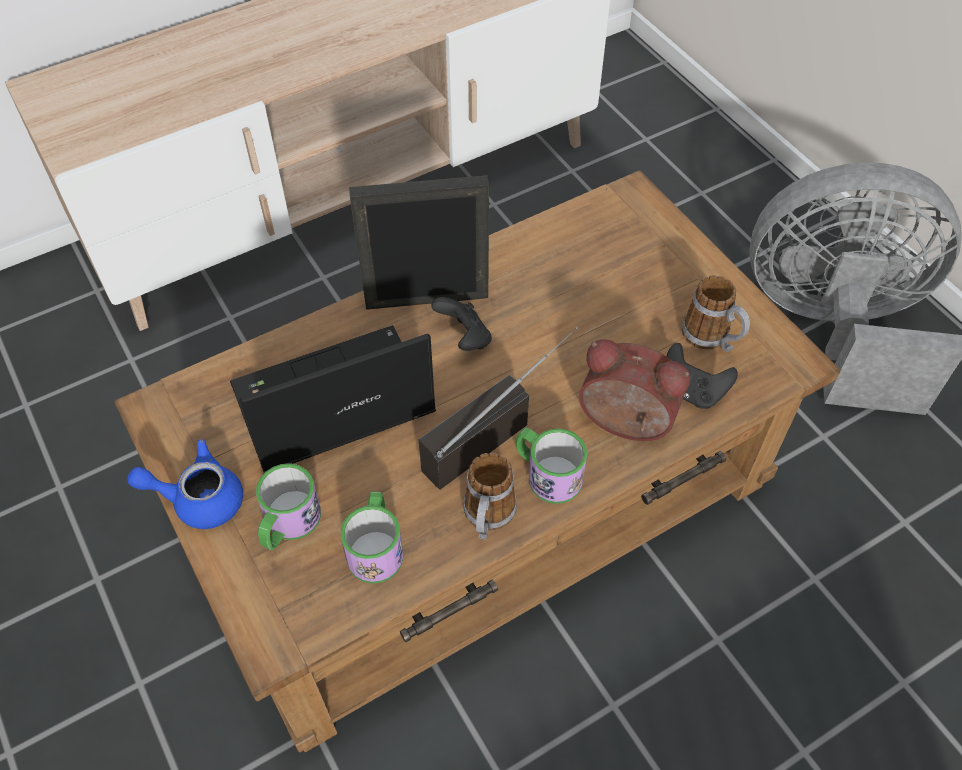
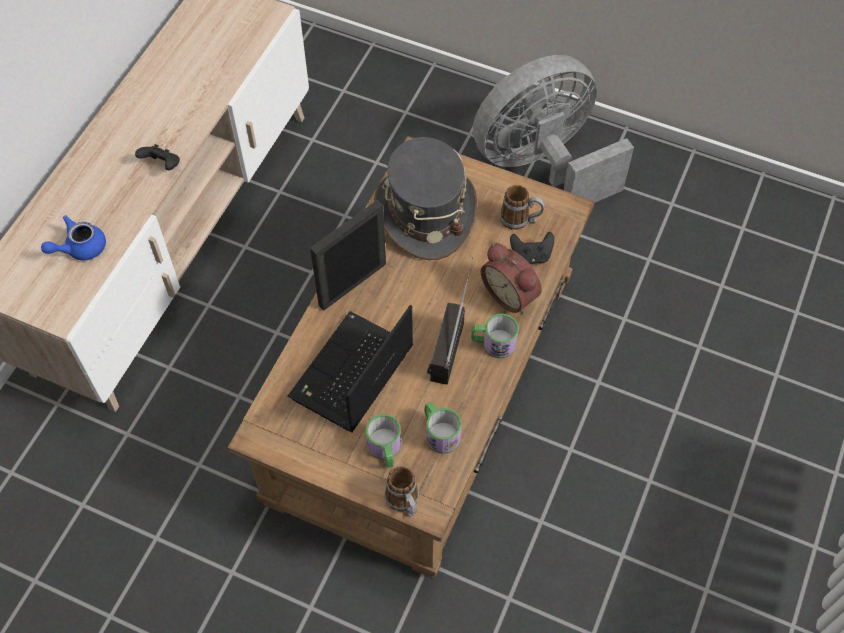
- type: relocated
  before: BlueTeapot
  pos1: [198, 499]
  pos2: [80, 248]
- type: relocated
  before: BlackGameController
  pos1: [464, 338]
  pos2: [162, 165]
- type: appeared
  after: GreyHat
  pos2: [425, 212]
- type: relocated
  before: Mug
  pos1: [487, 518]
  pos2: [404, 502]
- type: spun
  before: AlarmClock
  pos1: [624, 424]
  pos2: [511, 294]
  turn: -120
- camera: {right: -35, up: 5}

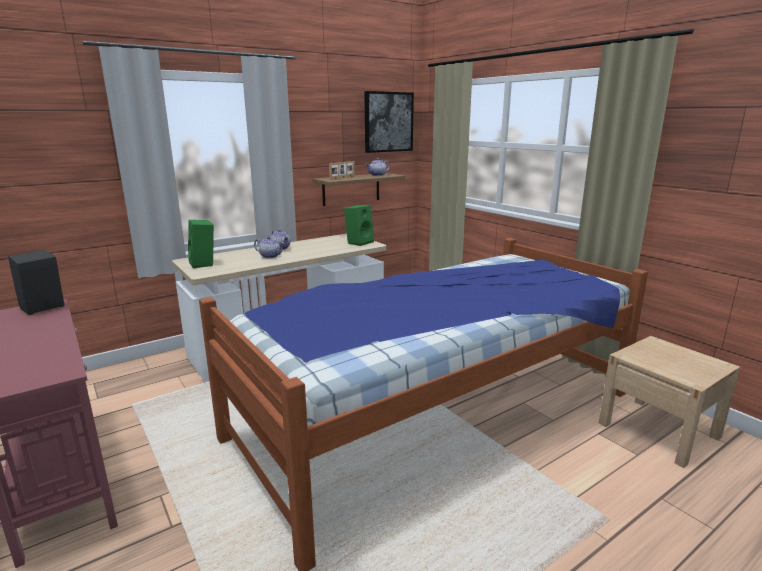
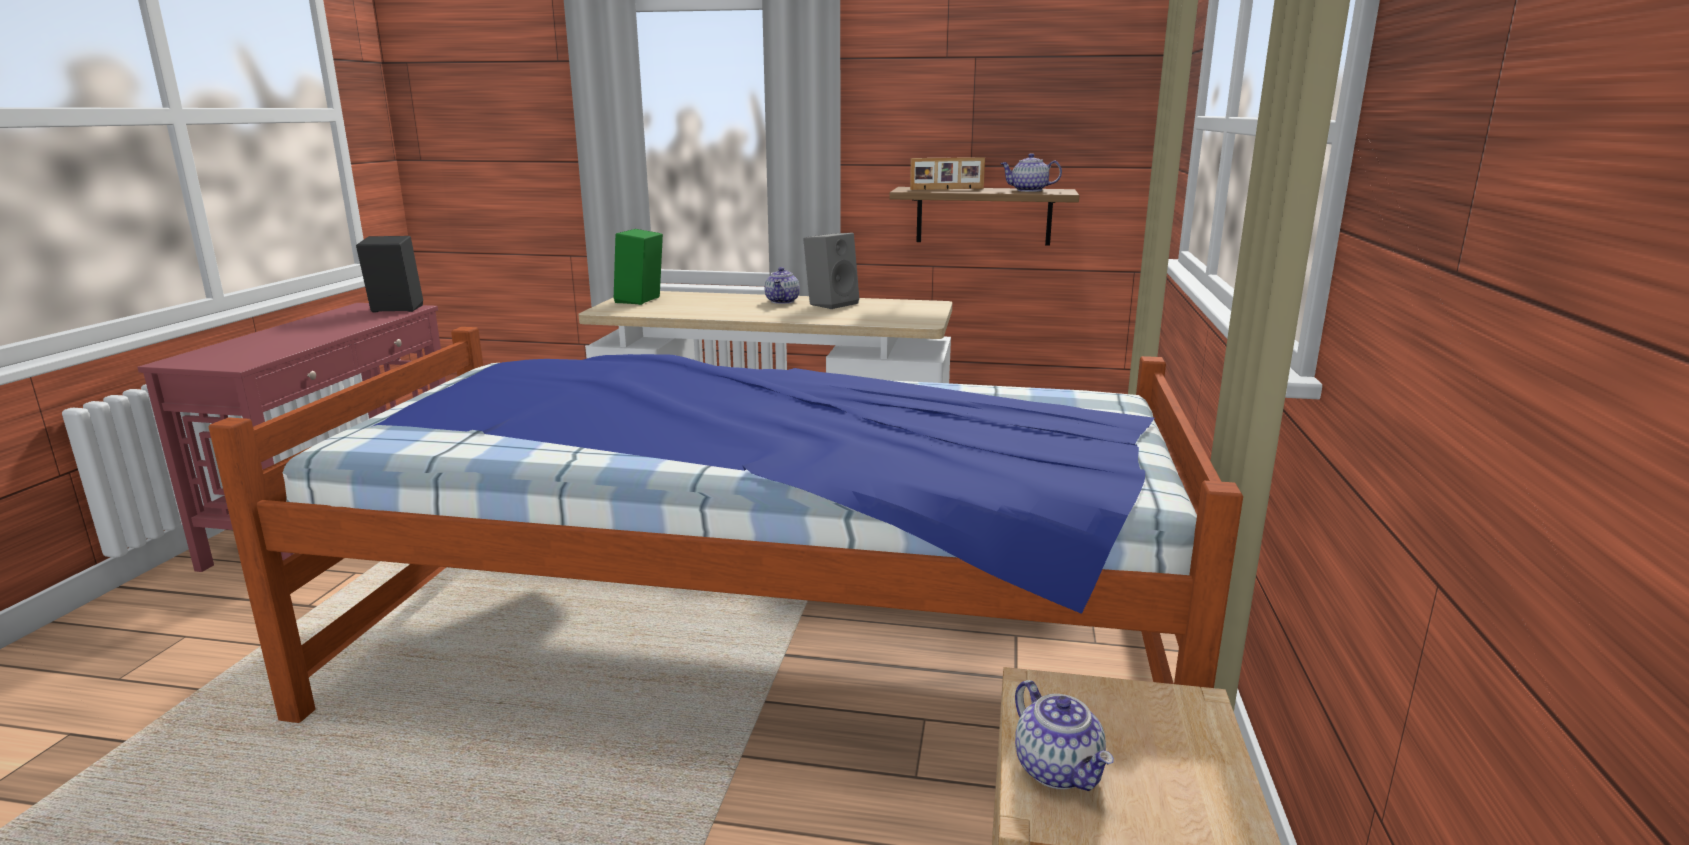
- type: appeared
  after: GreySpeaker
  pos2: [831, 303]
- type: relocated
  before: Teapot
  pos1: [270, 256]
  pos2: [1059, 770]
- type: missing
  before: GreenSpeaker
  pos1: [359, 242]
- type: missing
  before: Picture
  pos1: [388, 122]
- camera: {right: 45, up: 0}

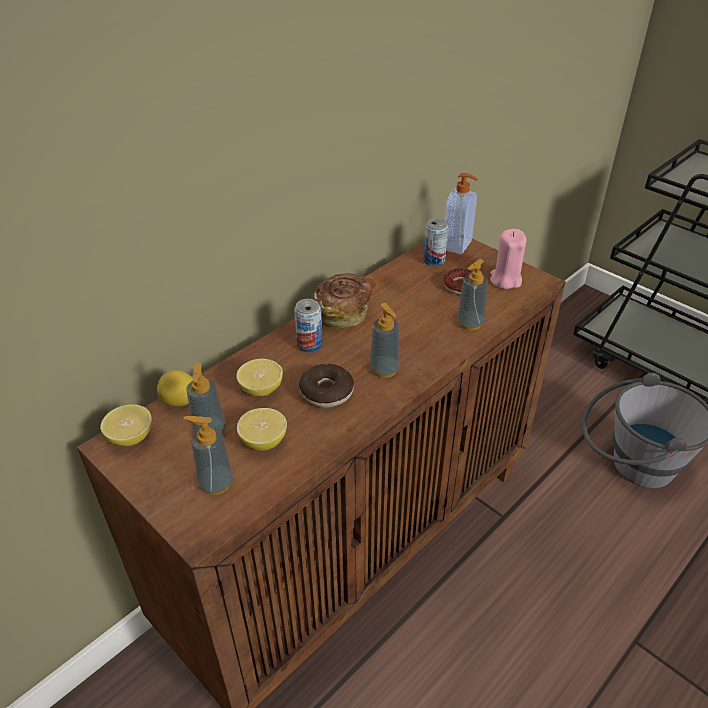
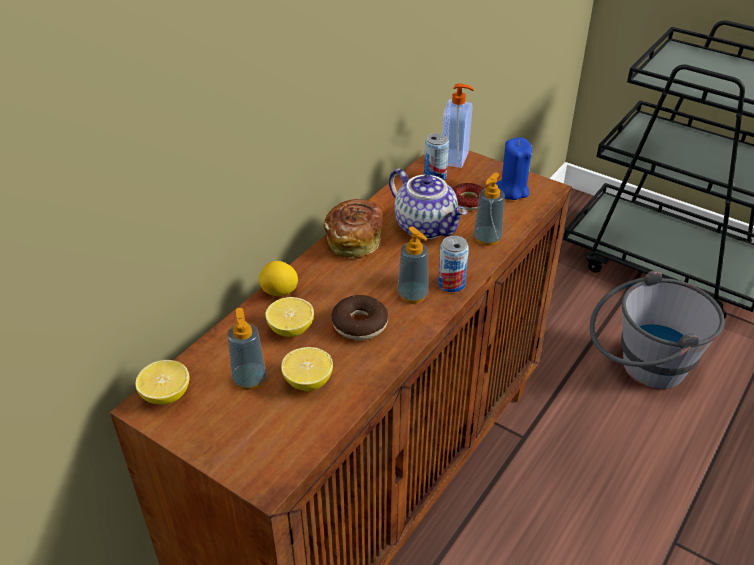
- type: relocated
  before: Lemon
  pos1: [180, 402]
  pos2: [280, 292]
- type: appeared
  after: Teapot
  pos2: [426, 227]
- type: relocated
  before: Can
  pos1: [309, 344]
  pos2: [451, 284]
- type: colour
  before: PinkCandle
  after: BlueCandle
  pos1: [505, 280]
  pos2: [512, 190]
- type: missing
  before: SoapDispenser
  pos1: [216, 483]
- camera: {right: -10, up: 0}

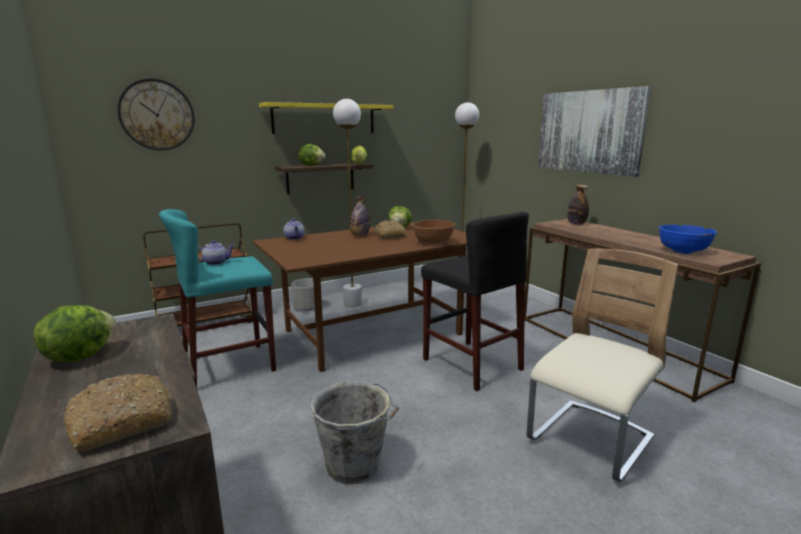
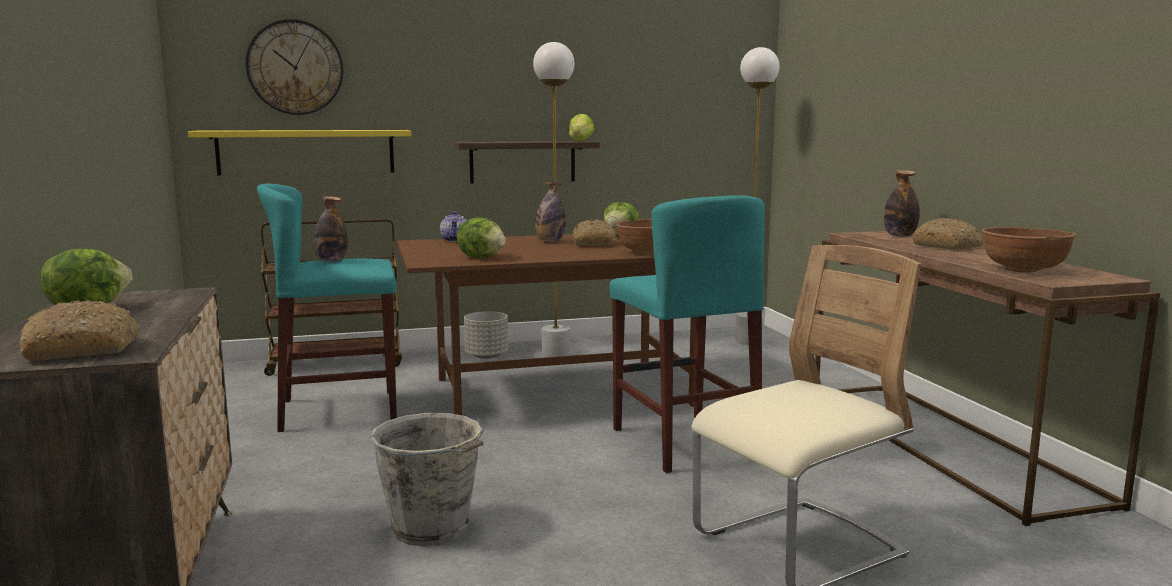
- type: relocated
  before: YellowShelf
  pos1: [324, 119]
  pos2: [306, 152]
- type: exchanged
  before: Teapot
  after: Bottle
  pos1: [216, 262]
  pos2: [331, 261]
- type: relocated
  before: Lettuce
  pos1: [312, 165]
  pos2: [482, 257]
- type: colour
  before: BlackStool
  after: TurquoiseStool
  pos1: [471, 364]
  pos2: [684, 442]
- type: appeared
  after: Bread
  pos2: [947, 246]
- type: colour
  before: BlueBowl
  after: BrownBowl
  pos1: [683, 251]
  pos2: [1023, 269]
- type: missing
  before: Picture
  pos1: [589, 131]
- camera: {right: 15, up: -5}

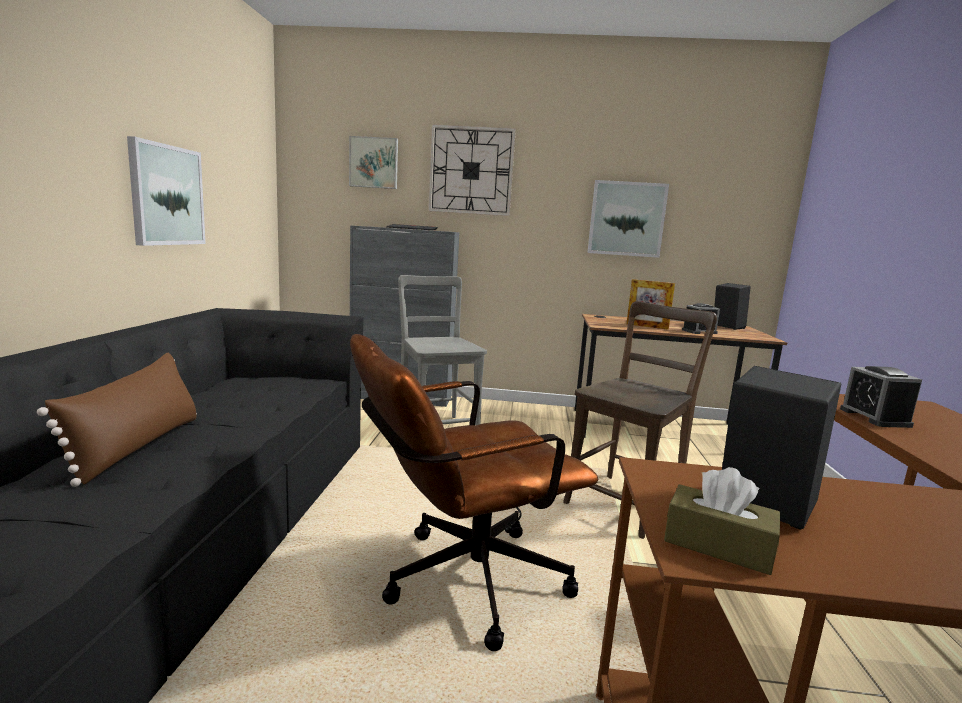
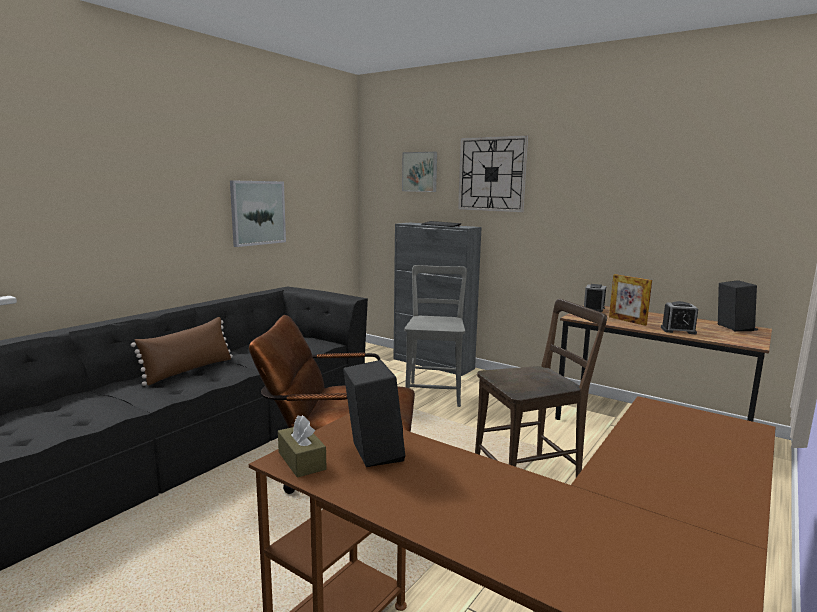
- type: relocated
  before: AlarmClock
  pos1: [874, 417]
  pos2: [593, 308]
- type: missing
  before: Picture
  pos1: [626, 219]
- camera: {right: 30, up: 0}

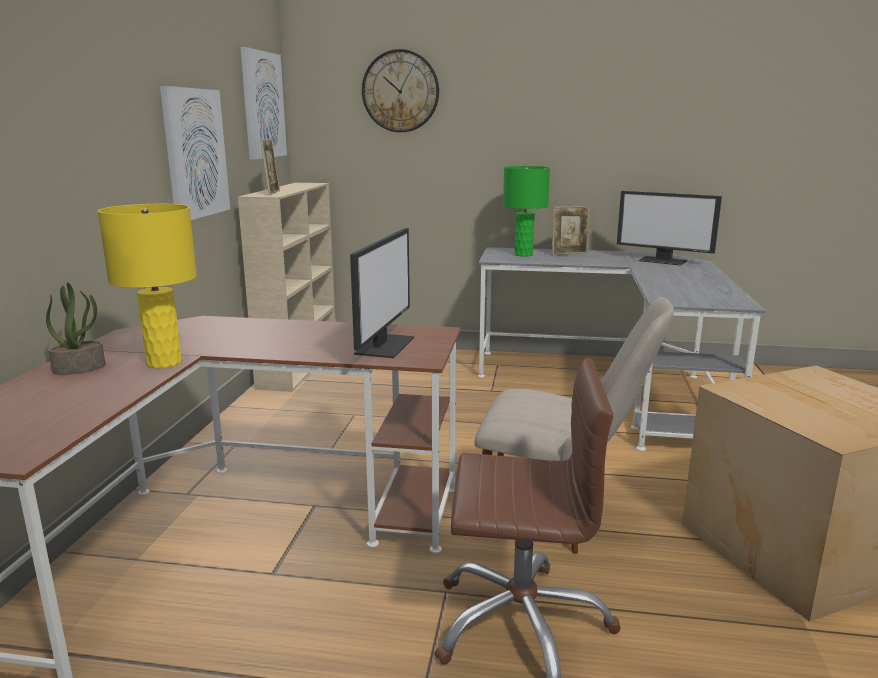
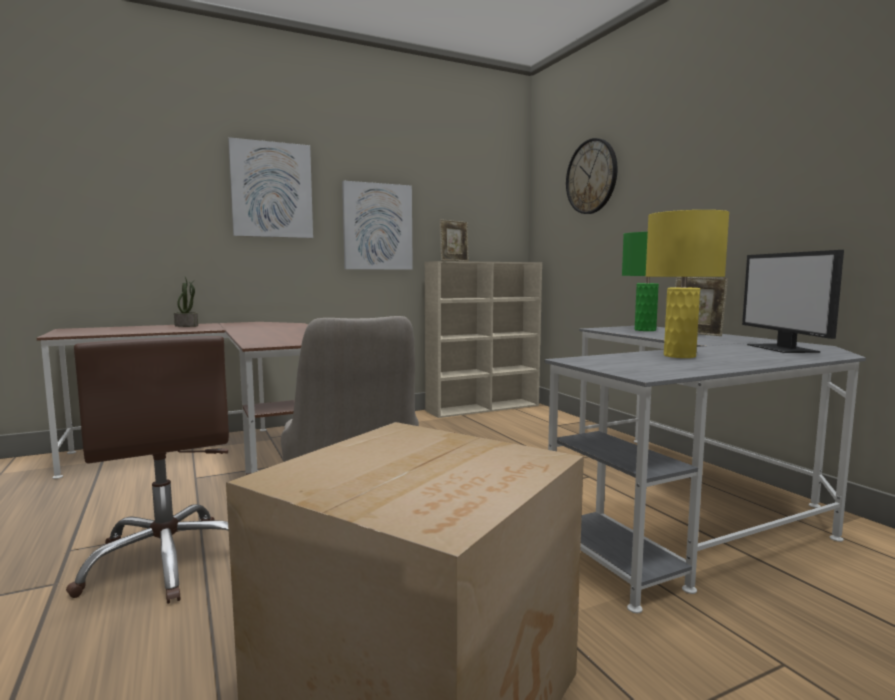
- type: relocated
  before: Picture
  pos1: [262, 105]
  pos2: [271, 190]
- type: relocated
  before: YellowTableLamp
  pos1: [163, 363]
  pos2: [679, 356]
- type: missing
  before: Monitor
  pos1: [384, 345]
- camera: {right: 55, up: -10}

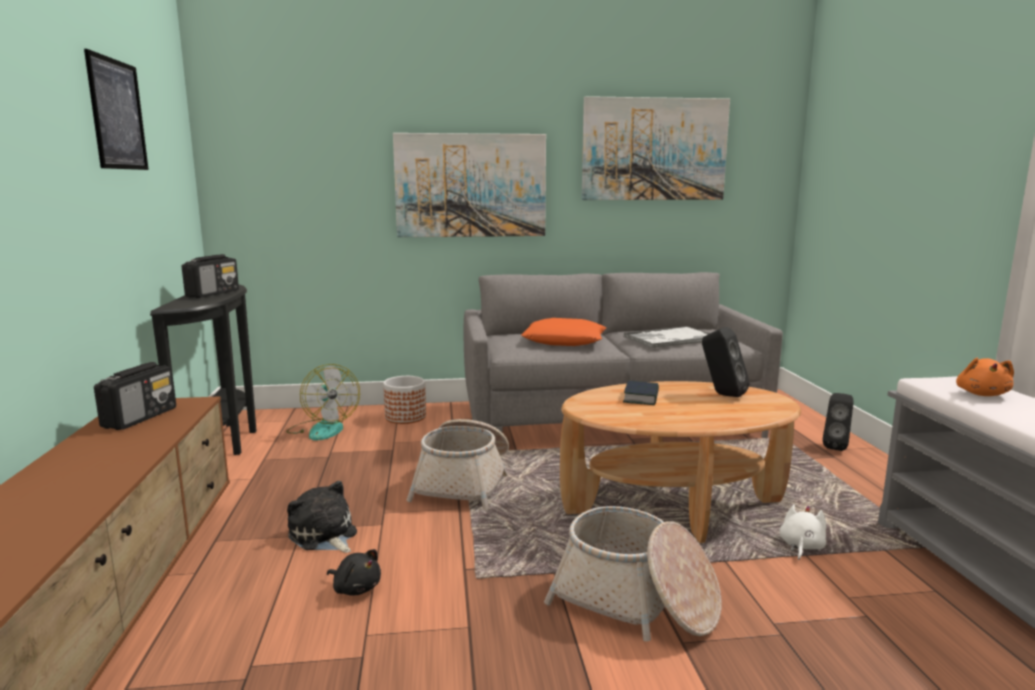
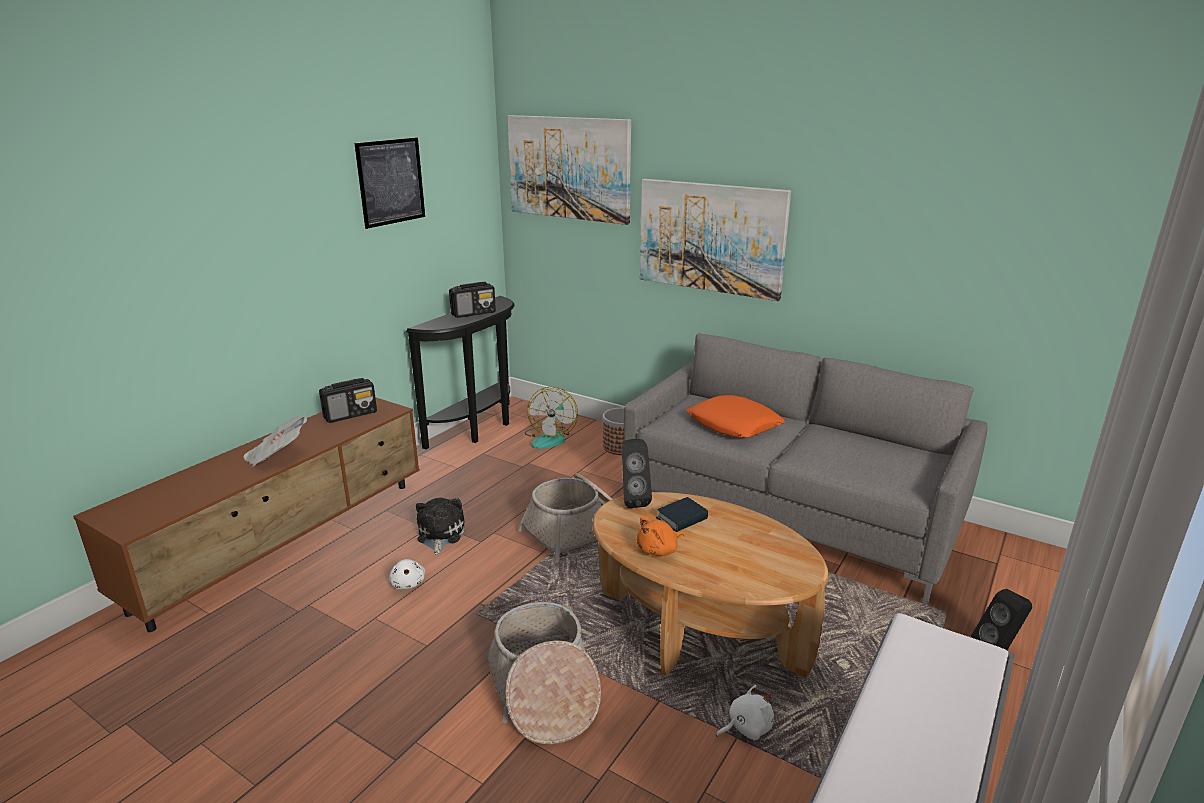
- type: appeared
  after: Newspaper
  pos2: [277, 456]
- type: colour
  before: BlackPlushToy
  after: WhitePlushToy
  pos1: [356, 588]
  pos2: [408, 583]
- type: relocated
  before: Picture
  pos1: [654, 149]
  pos2: [569, 168]
- type: relocated
  before: BlackSpeaker
  pos1: [721, 394]
  pos2: [632, 500]
- type: relocated
  before: OrangePlushToy
  pos1: [982, 394]
  pos2: [659, 550]
- type: missing
  before: Tray
  pos1: [670, 338]
- camera: {right: 40, up: 10}

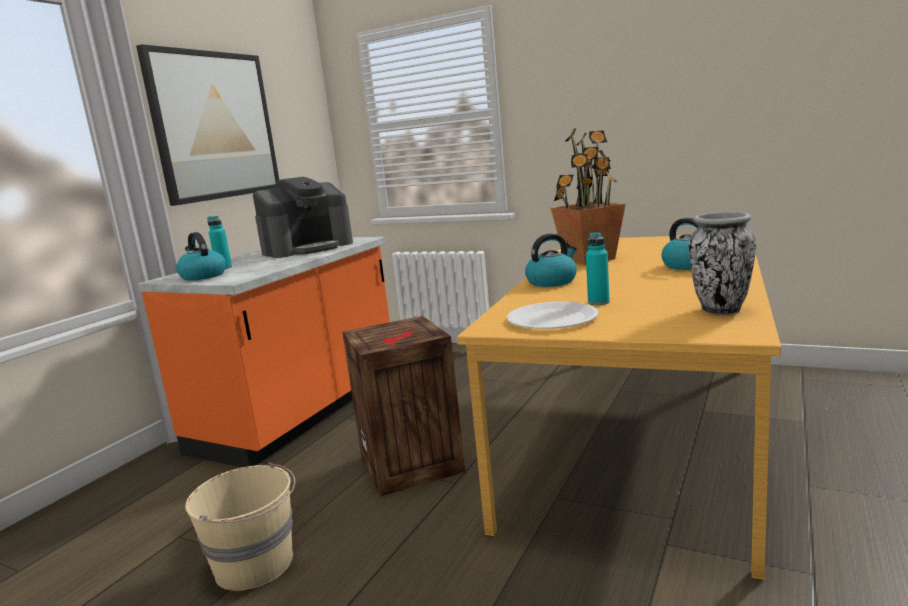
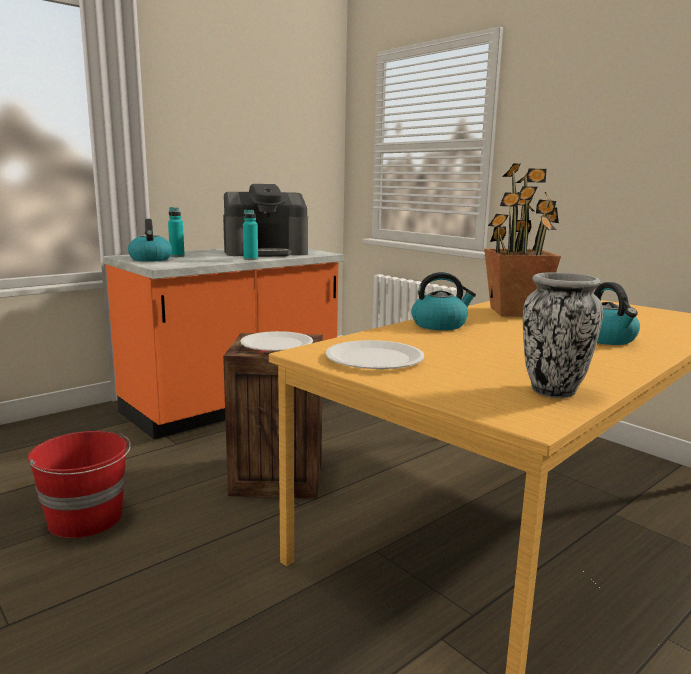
- type: colour
  before: BeigeBucket
  after: RedBucket
  pos1: [256, 564]
  pos2: [87, 519]
- type: appeared
  after: WhitePlate
  pos2: [277, 344]
- type: relocated
  before: TurquoiseBottle
  pos1: [598, 302]
  pos2: [250, 259]
- type: missing
  before: Picture
  pos1: [214, 126]
- camera: {right: 20, up: 0}

